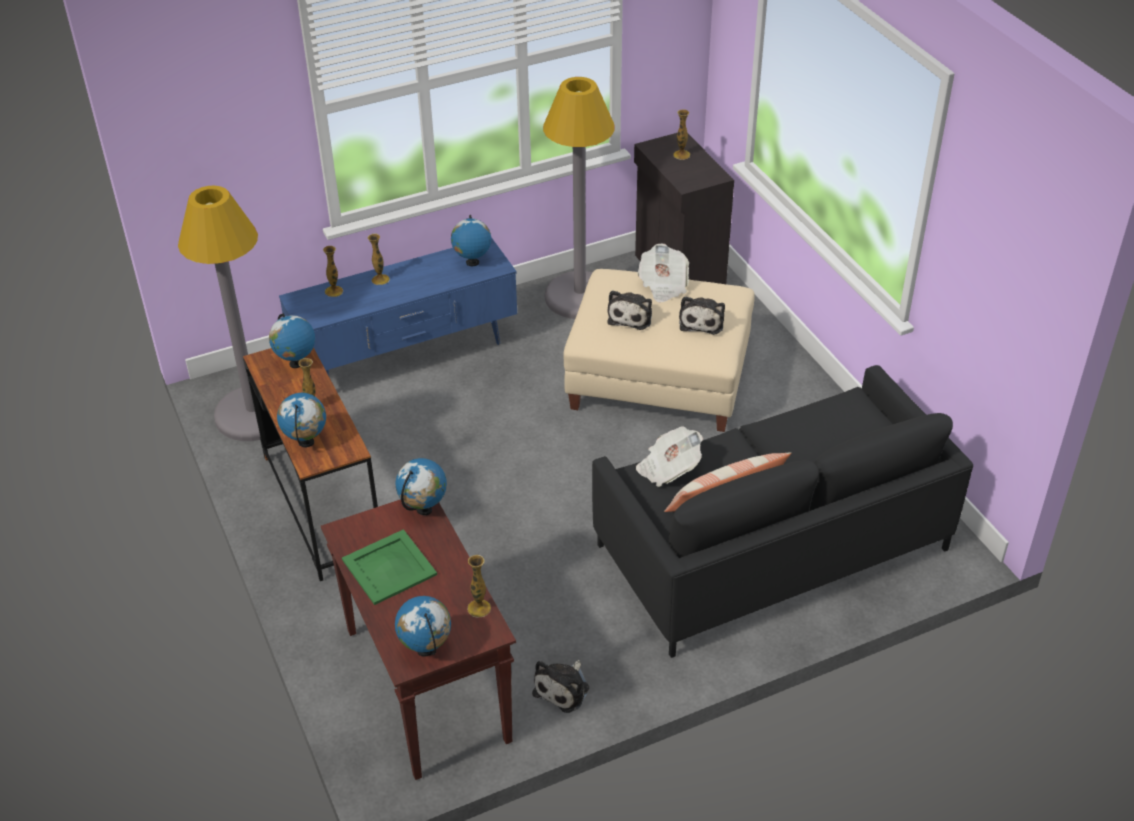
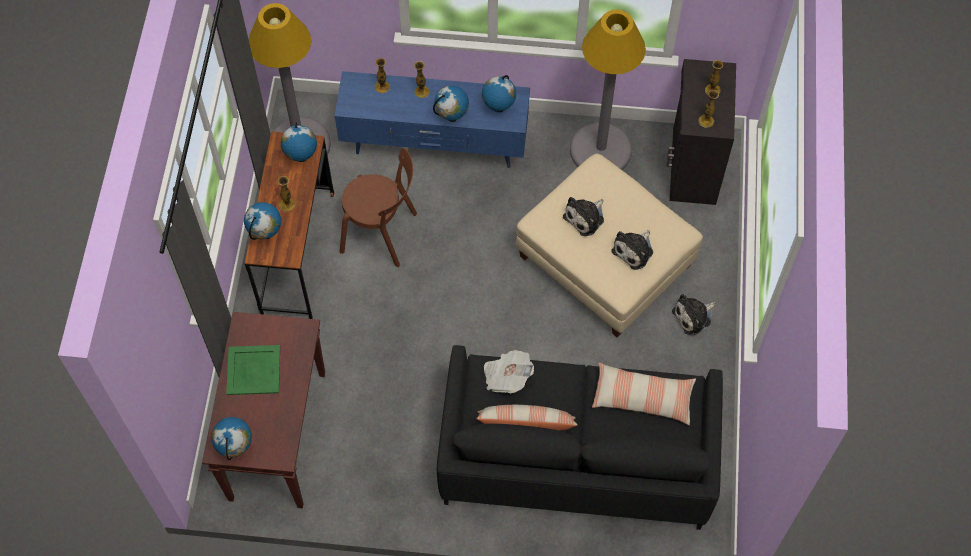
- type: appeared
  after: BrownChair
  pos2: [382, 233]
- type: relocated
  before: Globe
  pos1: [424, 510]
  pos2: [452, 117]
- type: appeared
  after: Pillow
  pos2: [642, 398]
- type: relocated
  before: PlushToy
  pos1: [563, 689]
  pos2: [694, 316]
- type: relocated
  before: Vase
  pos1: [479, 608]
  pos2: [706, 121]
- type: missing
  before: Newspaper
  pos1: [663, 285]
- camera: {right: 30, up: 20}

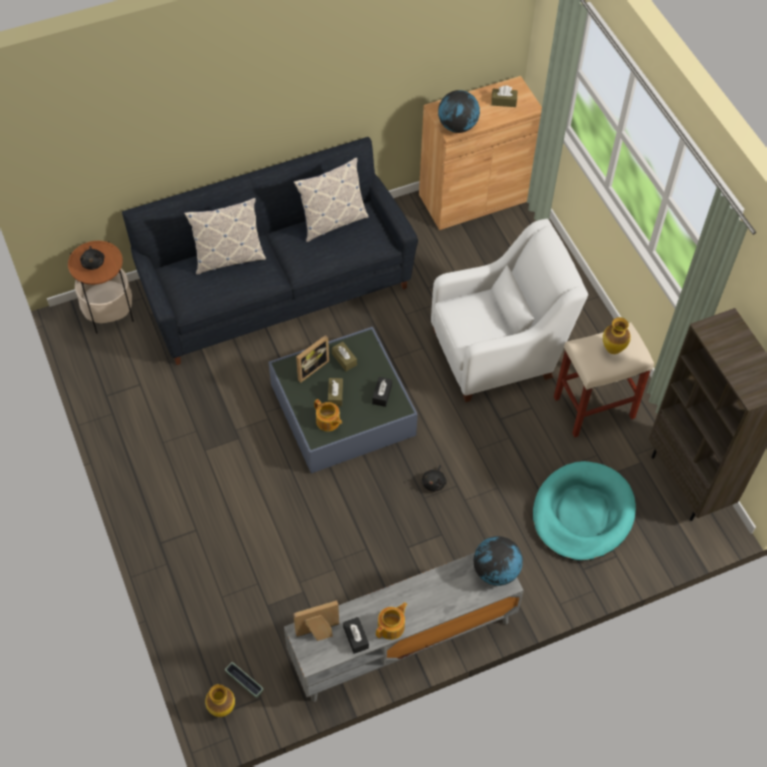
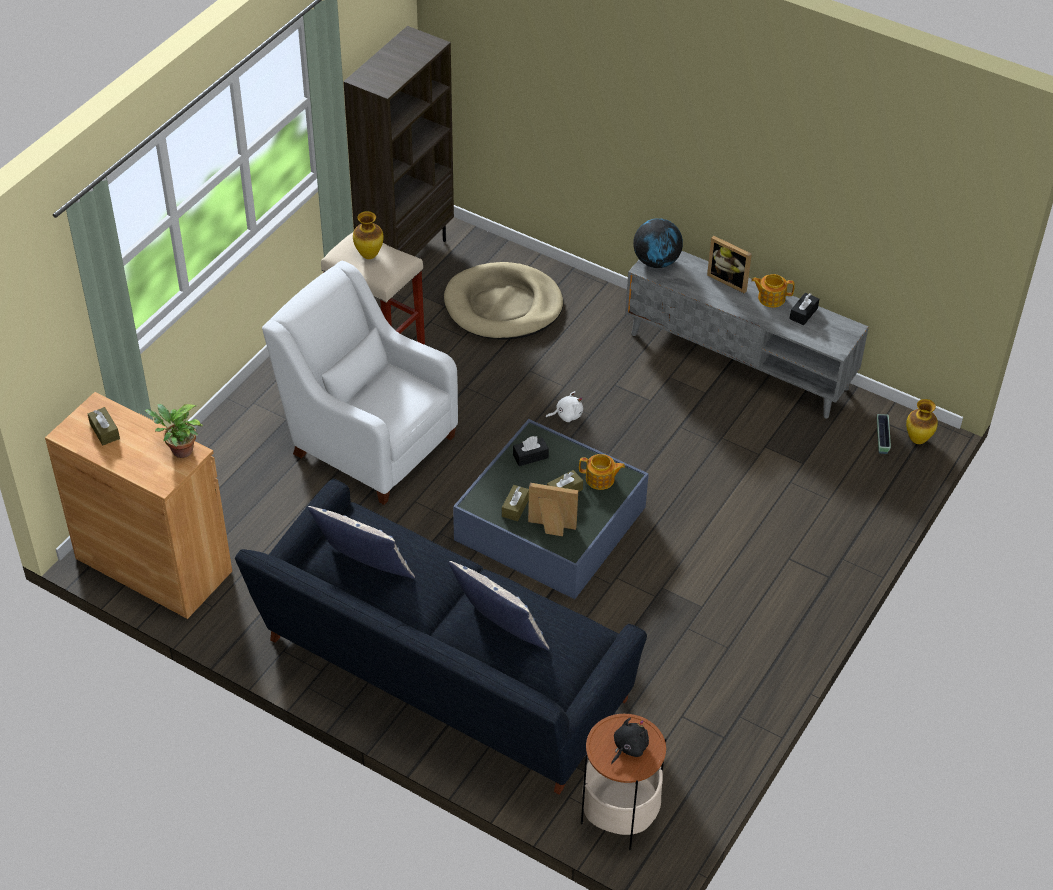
- type: exchanged
  before: Globe
  after: PottedPlant
  pos1: [457, 126]
  pos2: [179, 451]
- type: colour
  before: TurquoiseDogBed
  after: BeigeDogBed
  pos1: [582, 513]
  pos2: [503, 306]
- type: colour
  before: BlackPlushToy
  after: WhitePlushToy
  pos1: [434, 482]
  pos2: [567, 415]
- type: spun
  before: Teapot
  pos1: [328, 422]
  pos2: [600, 479]
  turn: 90
- type: relocated
  before: PictureFrame
  pos1: [318, 633]
  pos2: [729, 280]
- camera: {right: -125, up: -10}

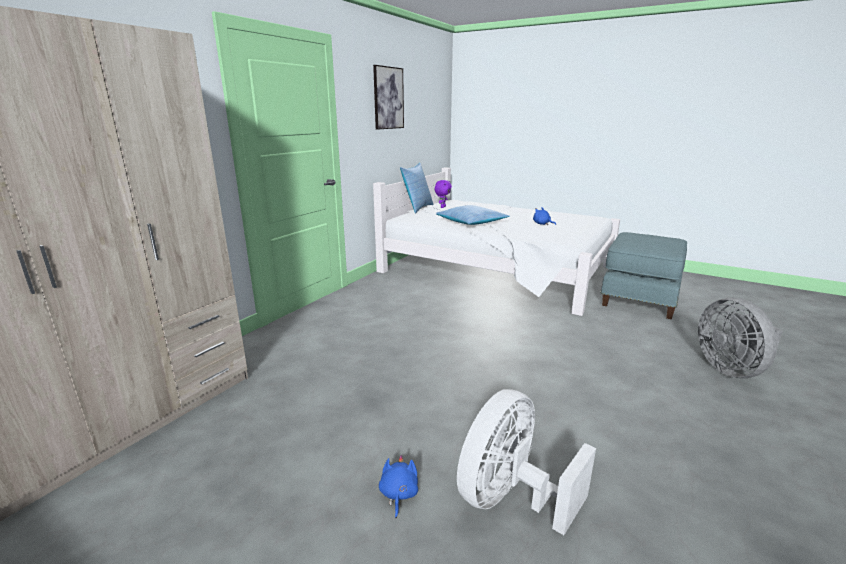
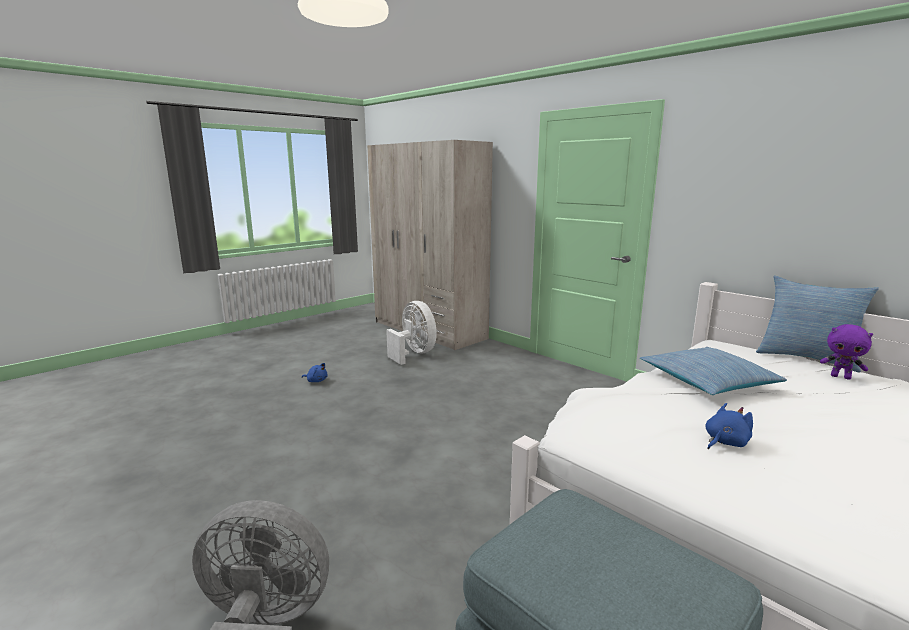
- type: relocated
  before: WhiteFan
  pos1: [510, 498]
  pos2: [414, 354]
- type: missing
  before: Picture
  pos1: [388, 98]
- camera: {right: 105, up: -5}

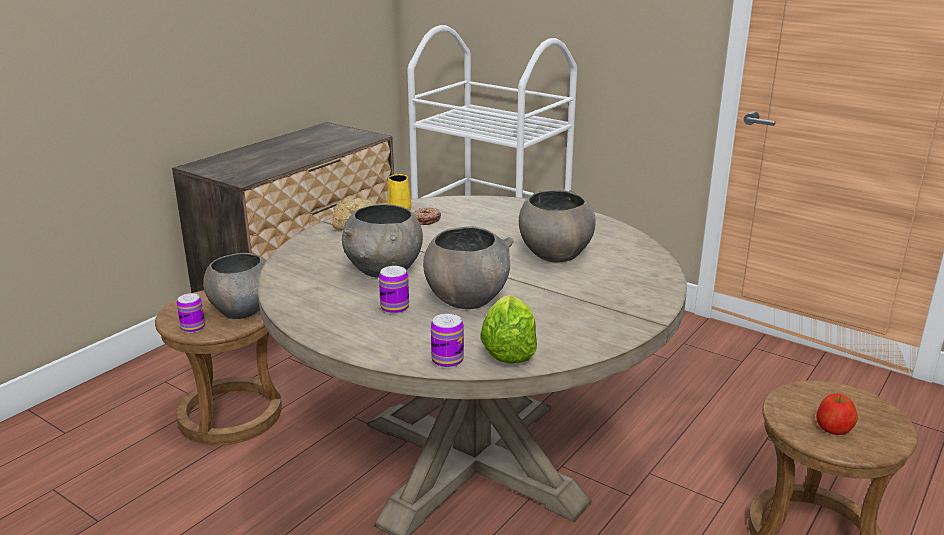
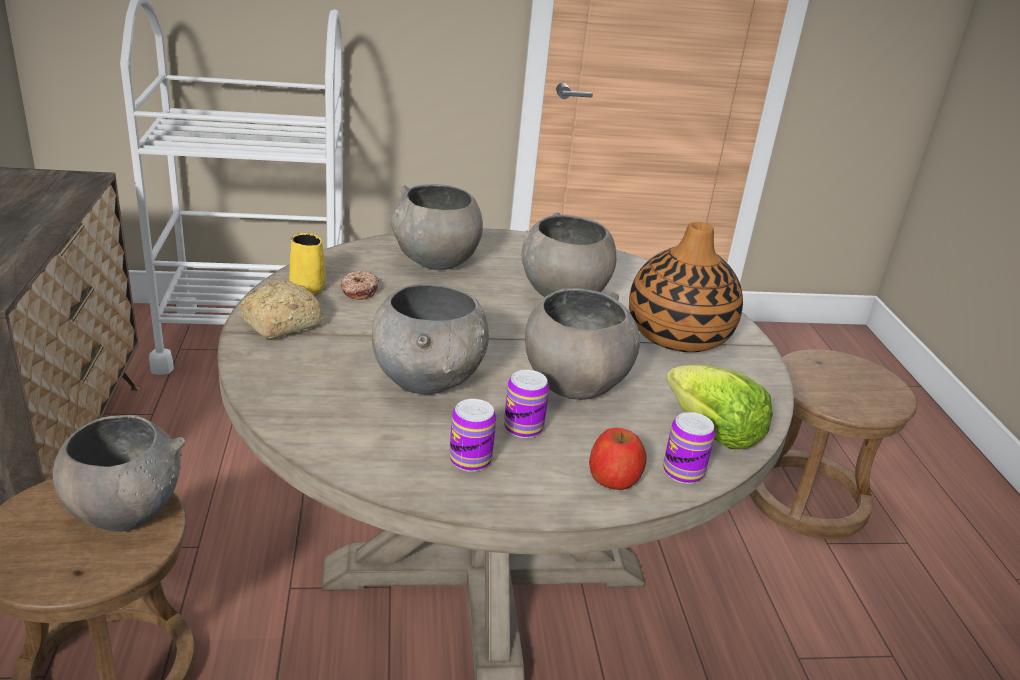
- type: appeared
  after: GreyBowl
  pos2: [435, 261]
- type: relocated
  before: Can
  pos1: [193, 327]
  pos2: [470, 459]
- type: relocated
  before: Apple
  pos1: [833, 427]
  pos2: [614, 477]
- type: appeared
  after: Vase
  pos2: [678, 335]
- camera: {right: -45, up: 5}

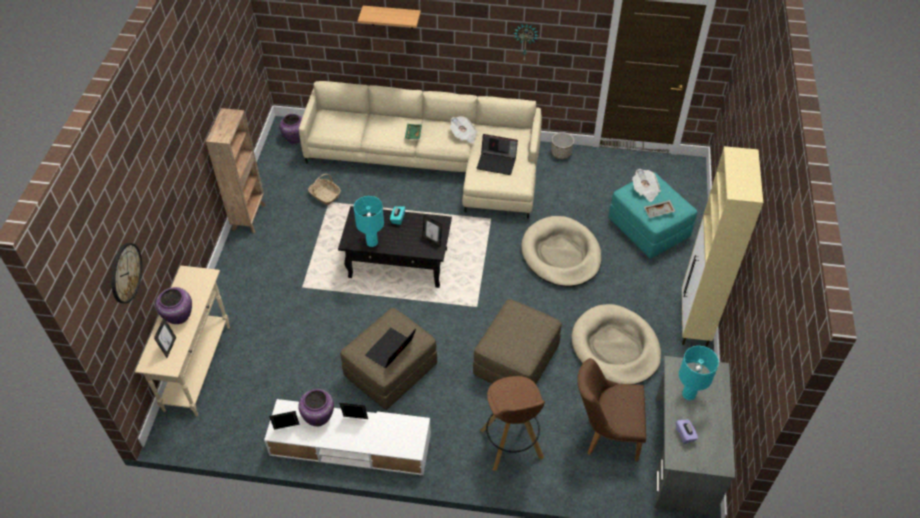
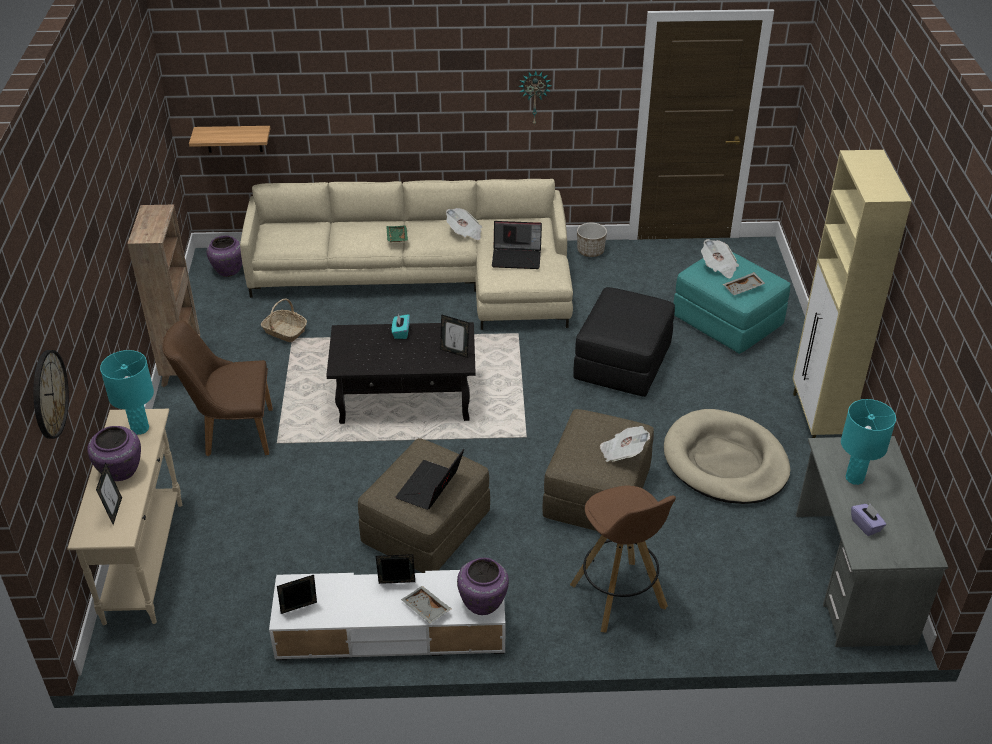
- type: relocated
  before: TurquoiseTableLamp
  pos1: [372, 242]
  pos2: [140, 428]
- type: relocated
  before: BrownChair
  pos1: [605, 433]
  pos2: [231, 433]
- type: relocated
  before: Shelf
  pos1: [392, 17]
  pos2: [234, 139]
- type: appeared
  after: GreyTray
  pos2: [425, 609]
- type: relocated
  before: PurpleVase
  pos1: [319, 417]
  pos2: [483, 603]
- type: exchanged
  before: BeigeDogBed
  after: BlackOttoman
  pos1: [561, 254]
  pos2: [622, 363]
- type: appeared
  after: Newspaper
  pos2: [622, 453]
- camera: {right: -10, up: -10}

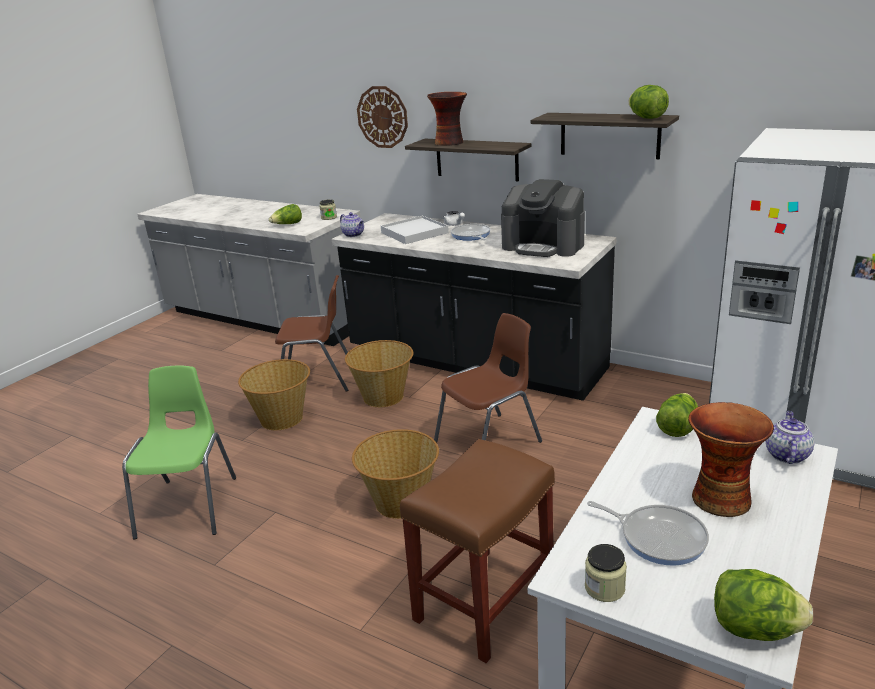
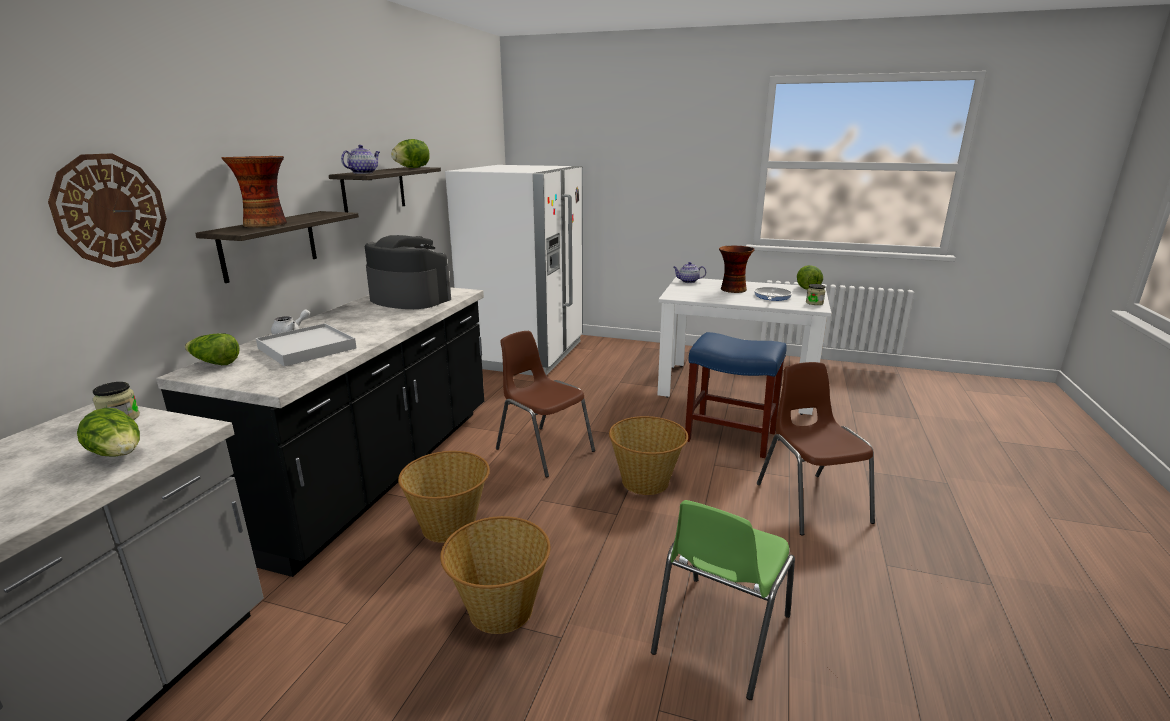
- type: relocated
  before: Lettuce
  pos1: [677, 426]
  pos2: [214, 363]
- type: relocated
  before: Teapot
  pos1: [354, 234]
  pos2: [363, 173]
- type: spun
  before: CoffeeMachine
  pos1: [543, 246]
  pos2: [409, 299]
  turn: -75
- type: spun
  before: GreenChair
  pos1: [190, 505]
  pos2: [719, 634]
  turn: -45
- type: colour
  before: BrownStool
  after: BlueStool
  pos1: [485, 601]
  pos2: [729, 436]
- type: relocated
  before: BrownChair
  pos1: [317, 379]
  pos2: [810, 502]
- type: missing
  before: FryingPan
  pos1: [471, 236]
- camera: {right: -105, up: -5}

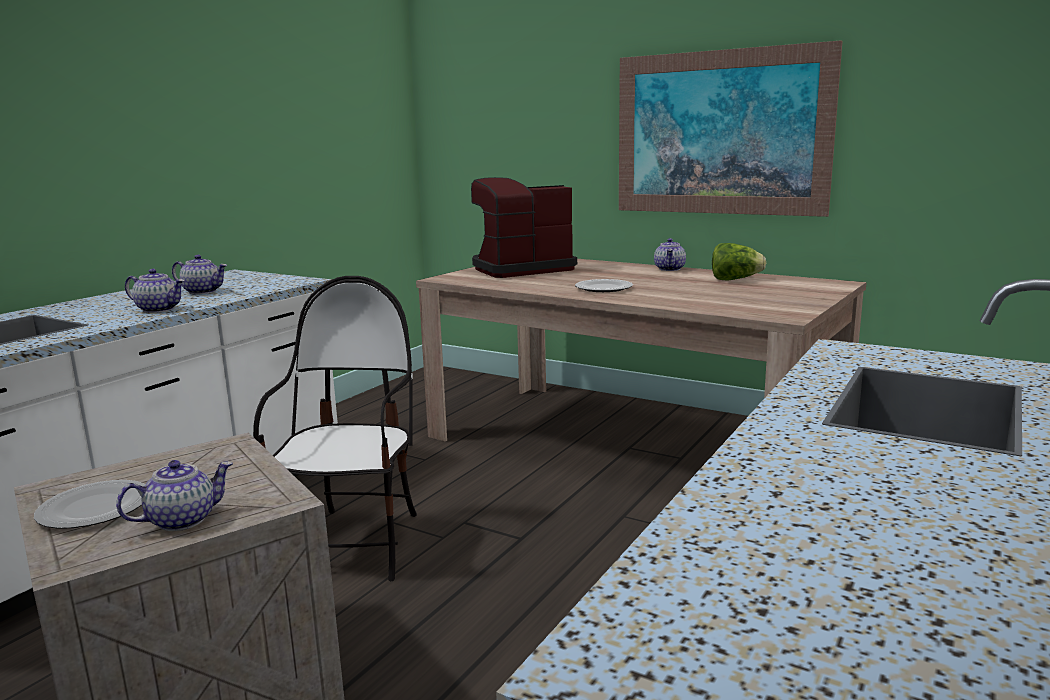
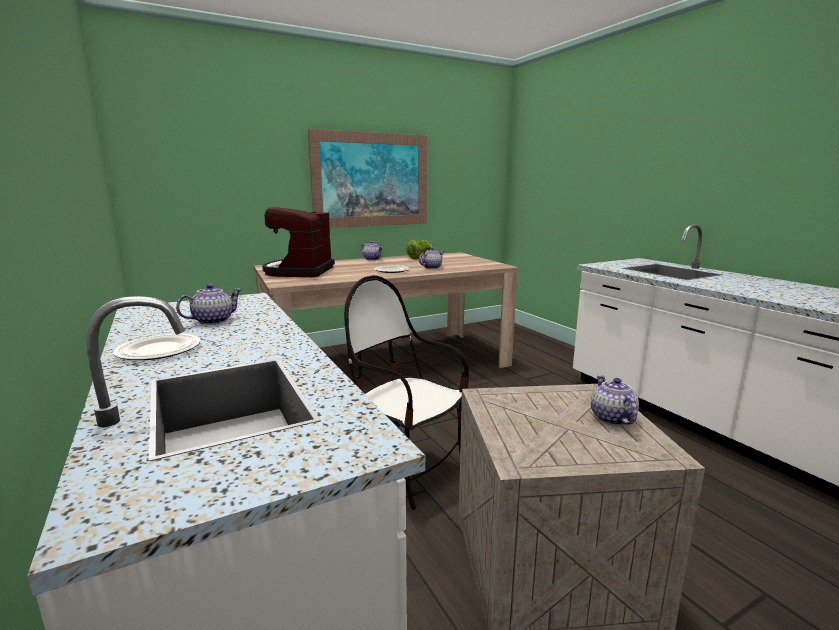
- type: relocated
  before: Plate
  pos1: [94, 508]
  pos2: [157, 350]
- type: relocated
  before: Teapot
  pos1: [159, 309]
  pos2: [431, 267]
- camera: {right: -60, up: 0}

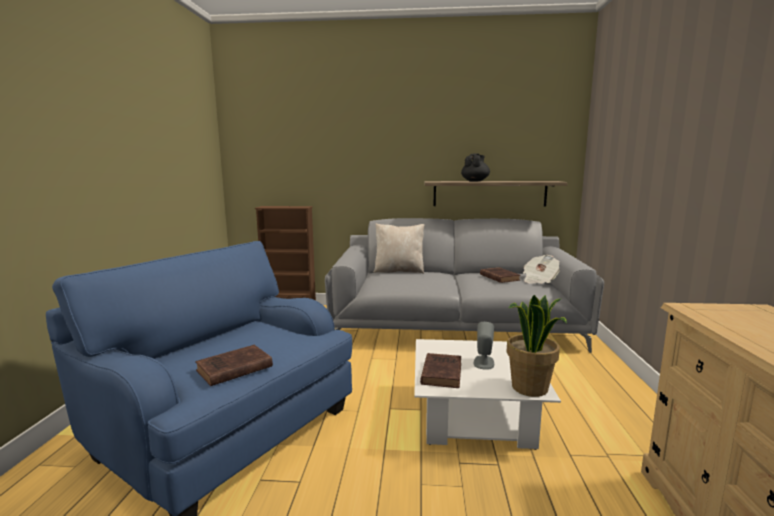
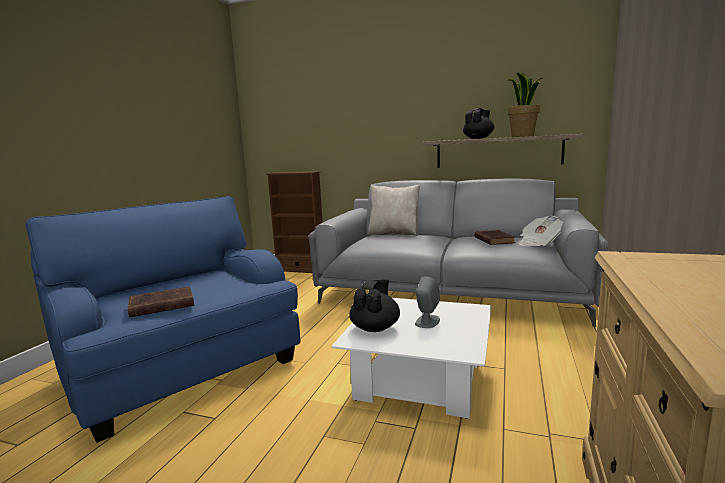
- type: exchanged
  before: BrownBook
  after: BlackTeapot
  pos1: [441, 373]
  pos2: [375, 328]
- type: relocated
  before: PottedPlant
  pos1: [530, 388]
  pos2: [522, 136]
- camera: {right: 15, up: 0}

